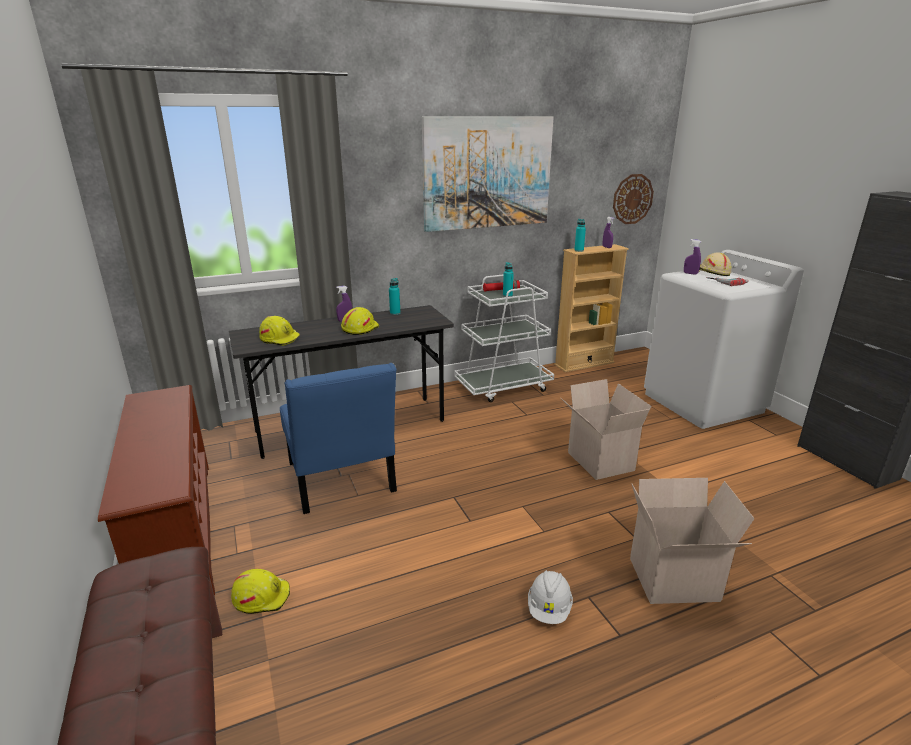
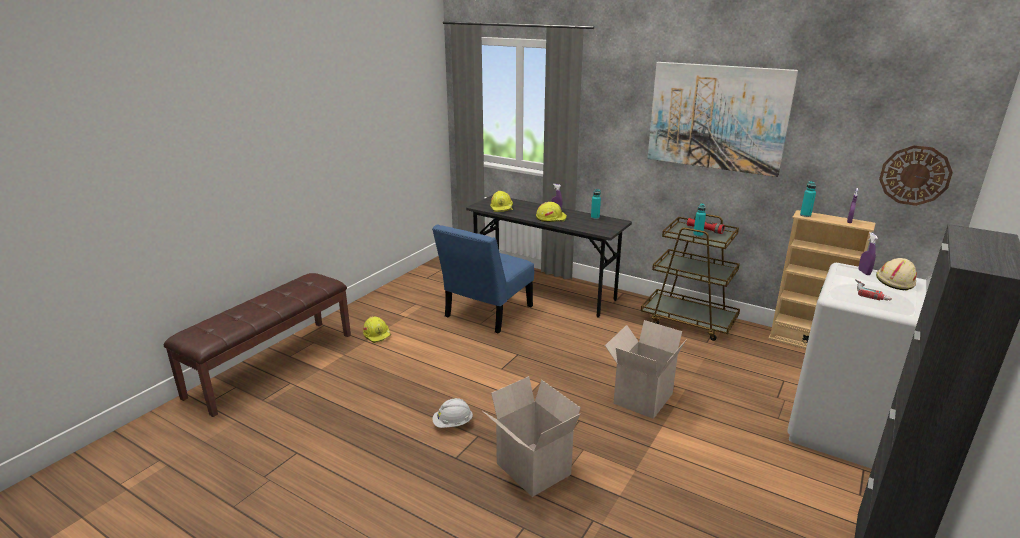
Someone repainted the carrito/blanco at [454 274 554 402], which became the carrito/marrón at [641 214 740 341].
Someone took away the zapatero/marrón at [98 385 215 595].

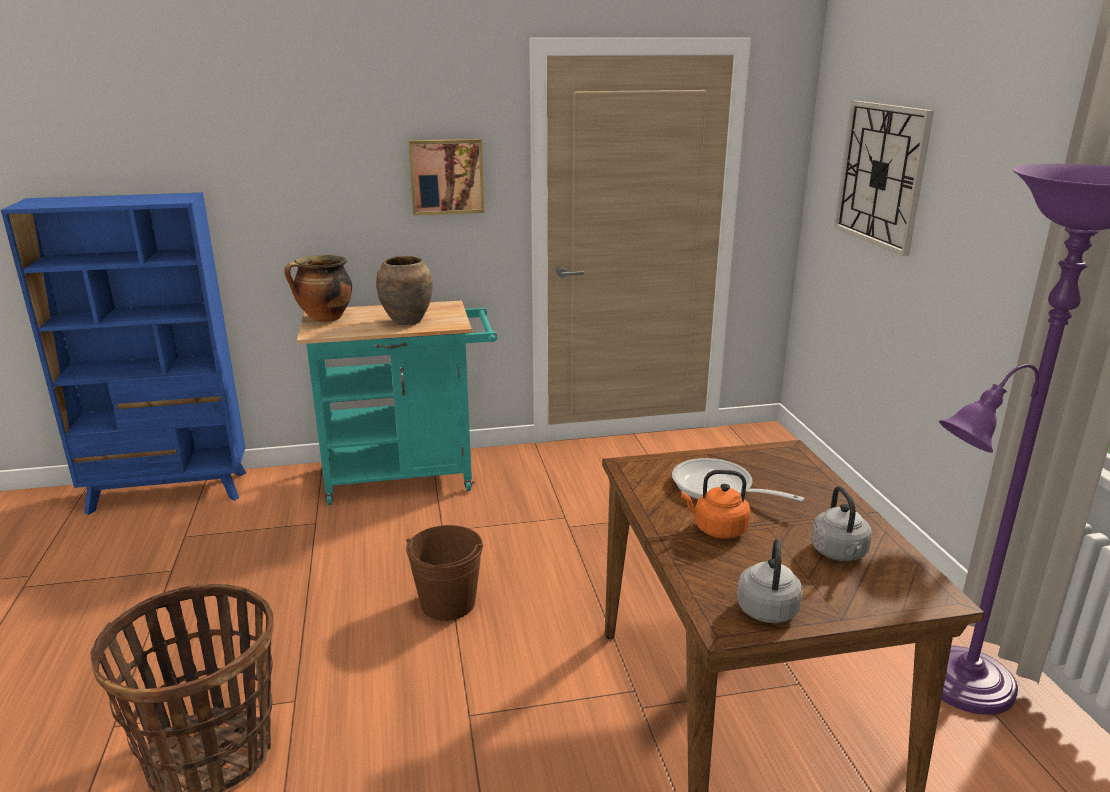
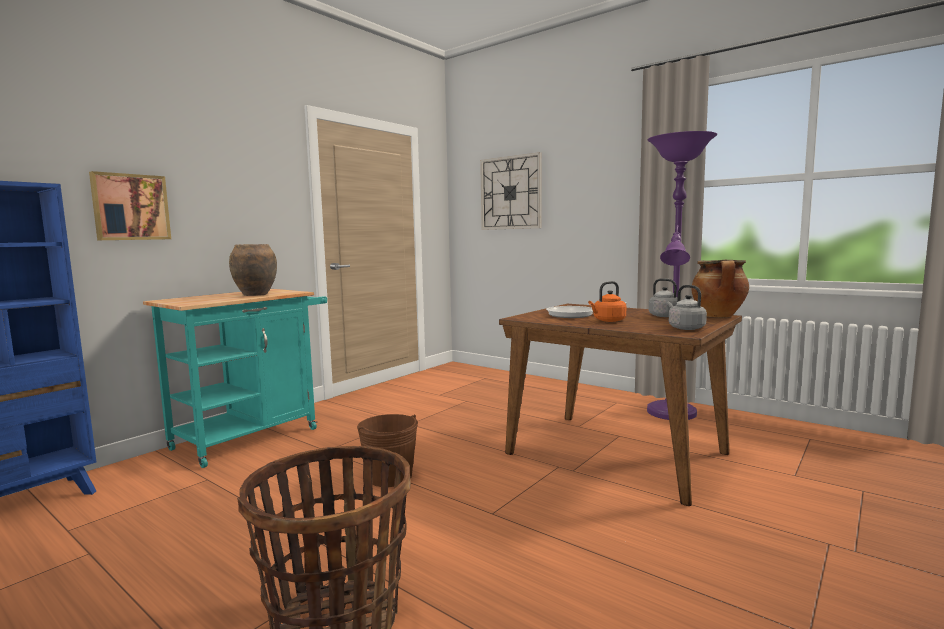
Someone carried the cuadro from [408 139 484 216] to [89 171 171 240].
Someone carried the olla from [284 255 352 322] to [691 260 749 317].

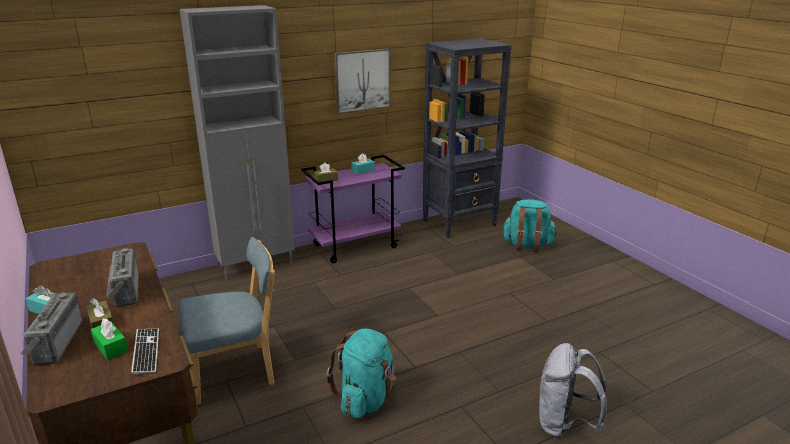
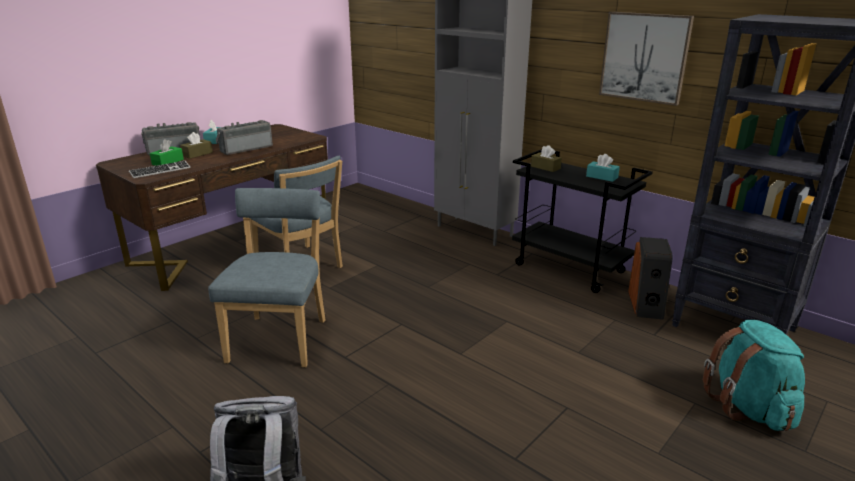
Someone swapped the mochila/turquesa at [327 329 396 418] for the silla/azul at [208 188 326 367].
Someone repainted the carrito/morado at [301 155 405 263], which became the carrito/negro at [512 149 653 293].
Someone put down the altavoz at [628 237 672 320].

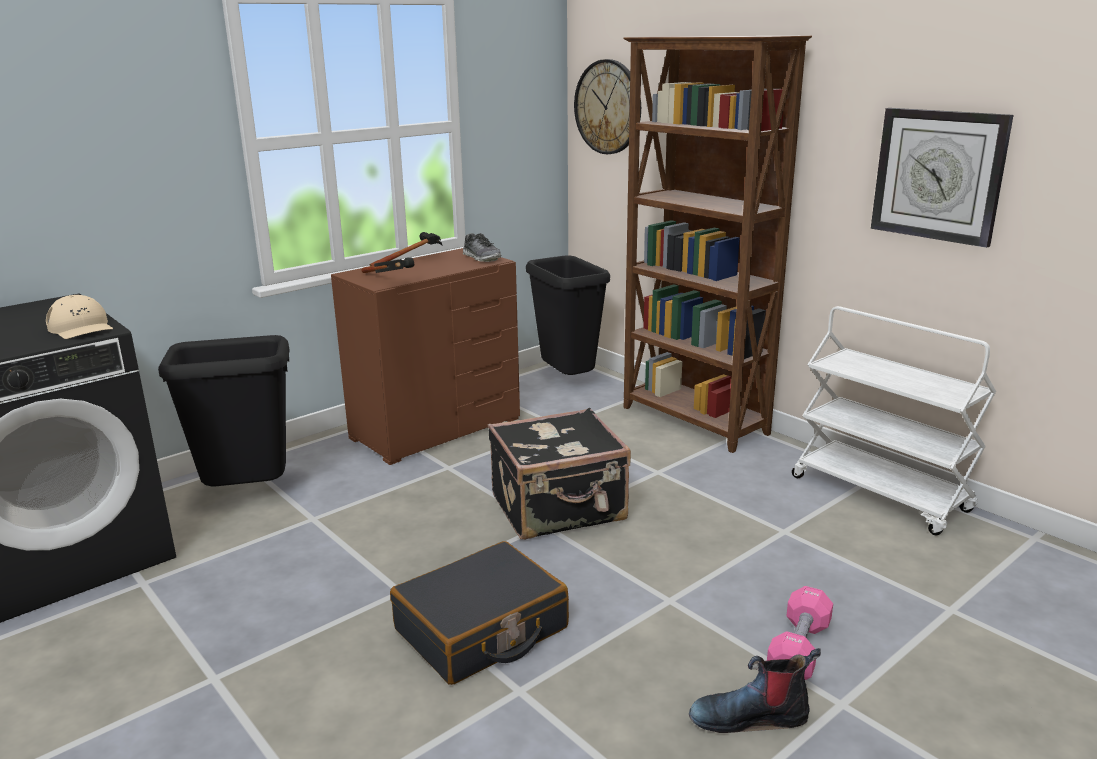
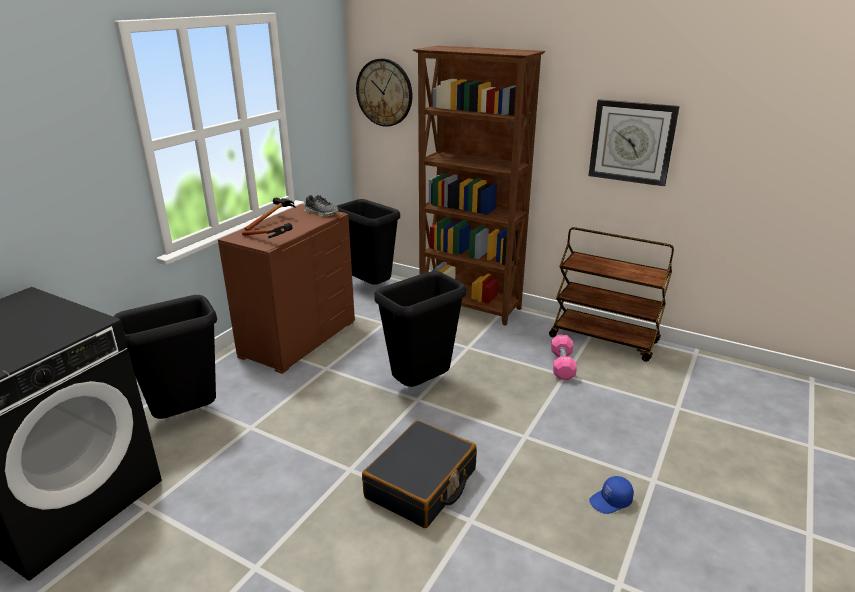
Someone swapped the maleta/negro at [488 408 631 540] for the papelera/negro at [374 271 466 387].
Someone repainted the carrito/blanco at [792 306 996 535], which became the carrito/marrón at [549 227 674 362].
Someone carried the mancuerna/rosa from [767 586 833 680] to [551 335 577 380].
Someone swapped the bota at [689 648 821 733] for the gorra/azul at [590 476 634 514].
Someone took away the gorra/beis at [46 295 113 339].

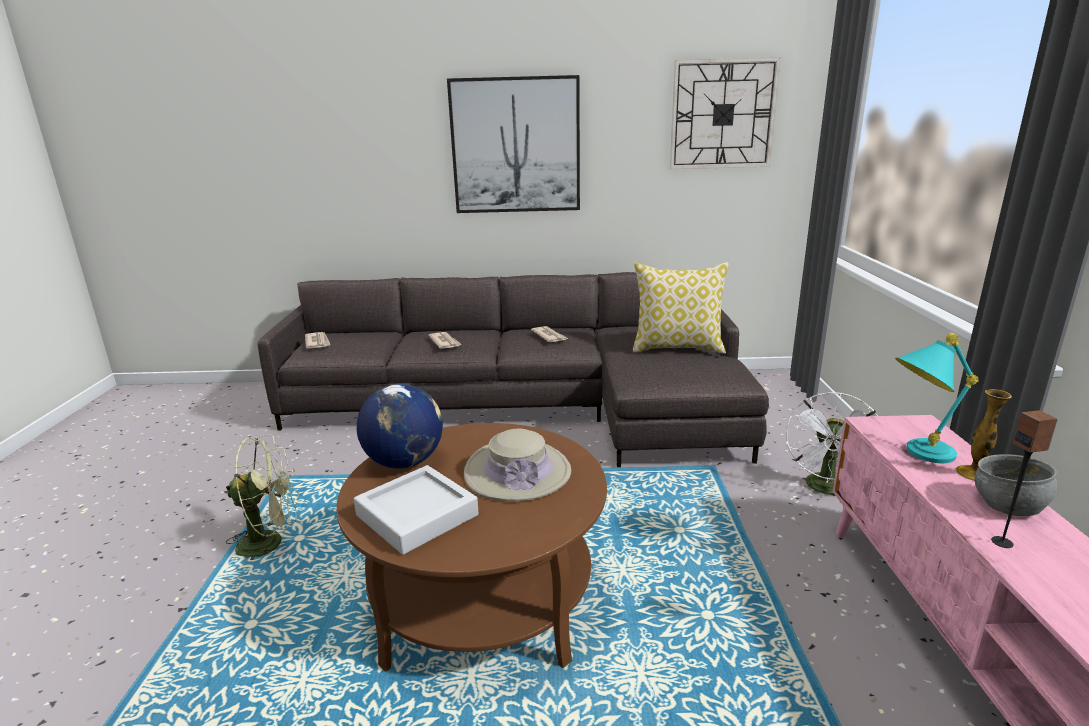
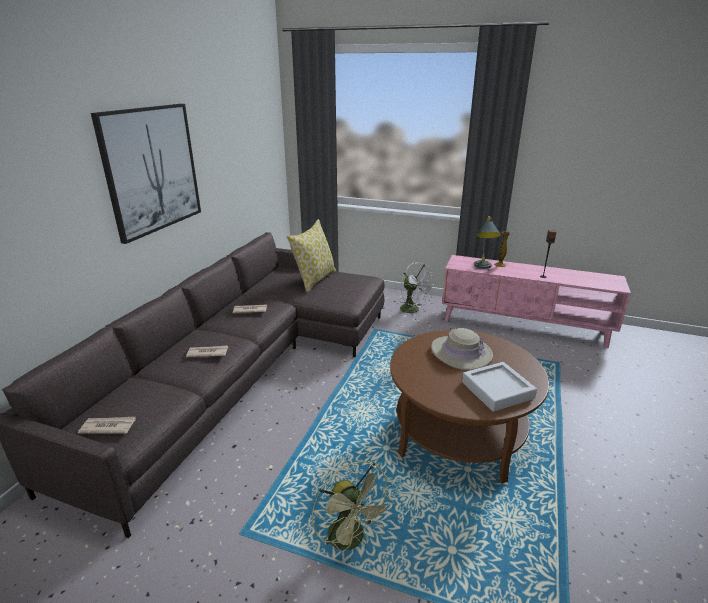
Someone rotated the ventilador/verde at [226 435 299 560] by 135 degrees clockwise.
Someone repainted the lámpara de mesa/turquesa at [895 333 979 463], which became the lámpara de mesa/gris at [474 216 501 269].
Someone took away the globo terráqueo at [357 384 443 469].
Someone took away the reloj de pared at [670 57 781 169].
Someone took away the cuenco/gris at [975 454 1058 516].

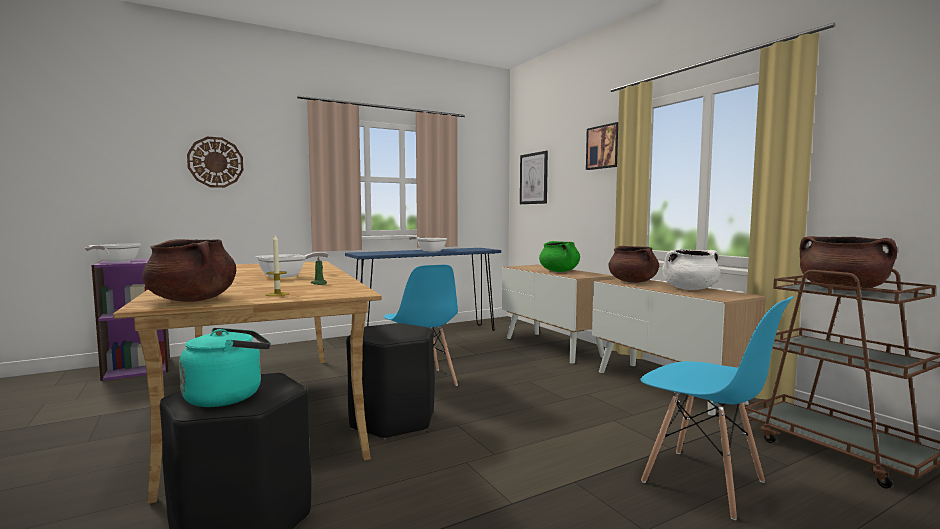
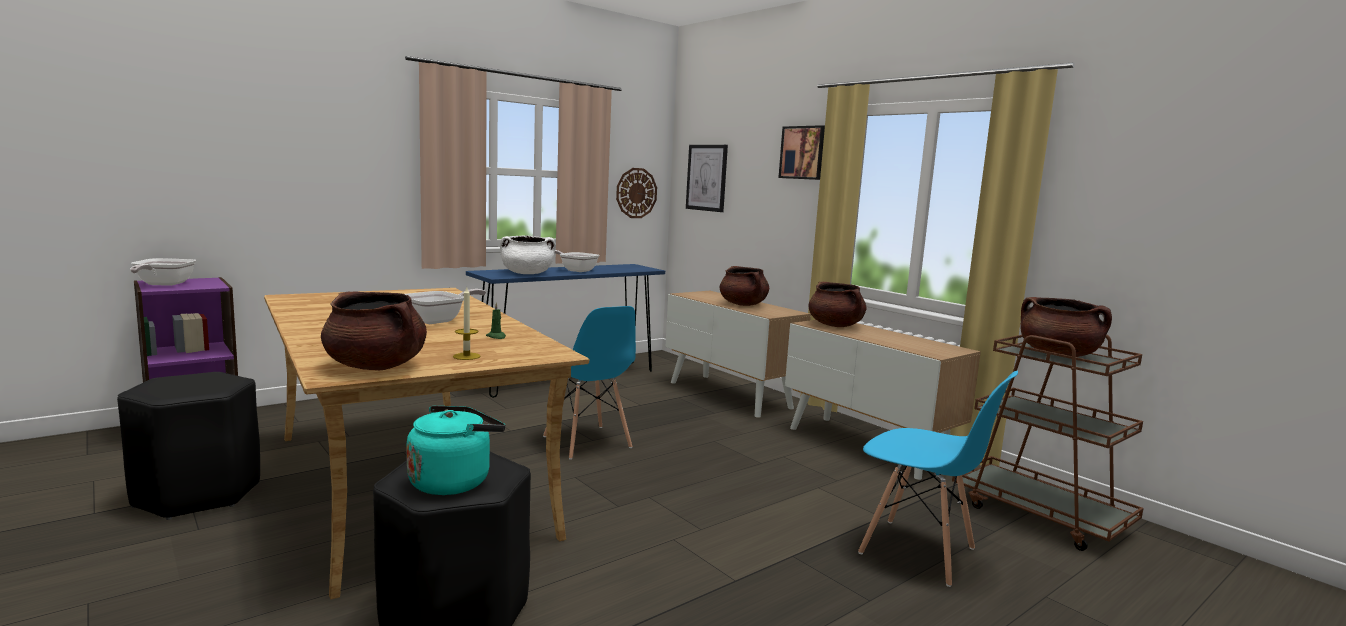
Someone carried the taburete/negro from [346 323 435 440] to [117 372 260 520].
Someone carried the olla/blanco from [662 249 721 290] to [500 236 556 274].
Someone carried the reloj de pared from [187 137 243 188] to [616 168 657 218].
Someone repainted the olla/verde at [539 241 580 272], which became the olla/marrón at [720 266 769 306].

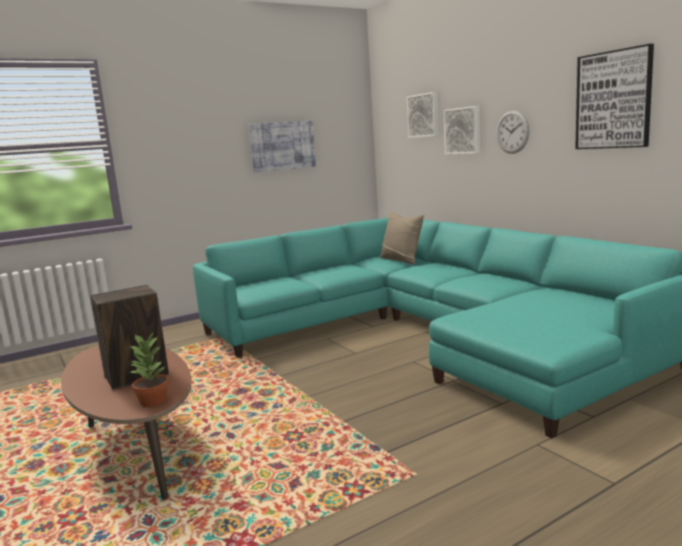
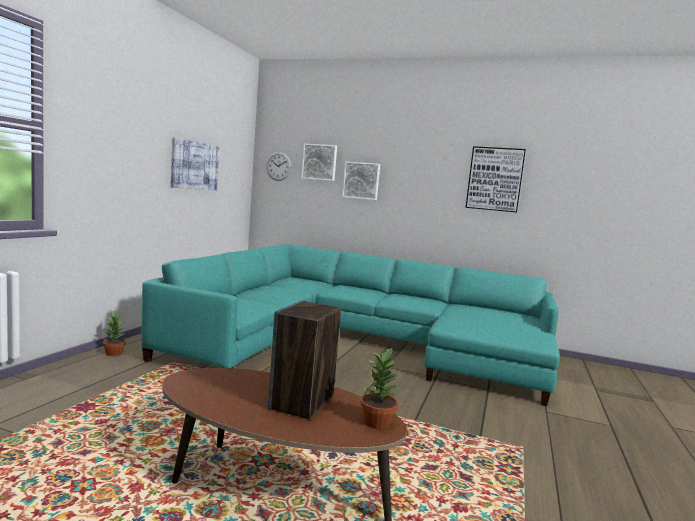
Someone put down the planta en maceta at [103 311 126 356].
Someone carried the reloj de pared from [496 110 530 154] to [266 152 292 181].
Someone took away the cojín/beis at [380 212 424 264].

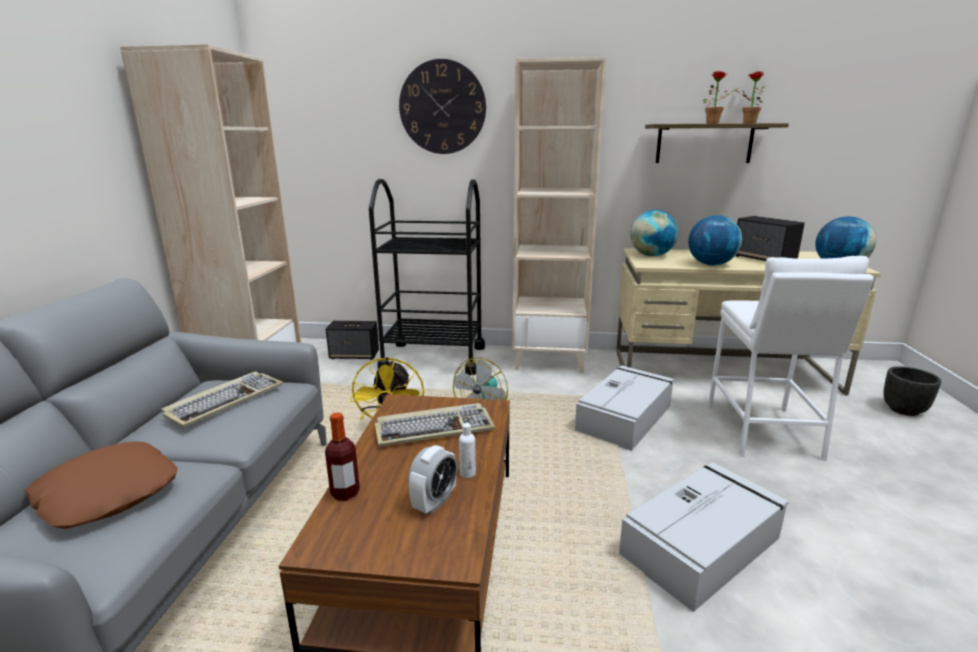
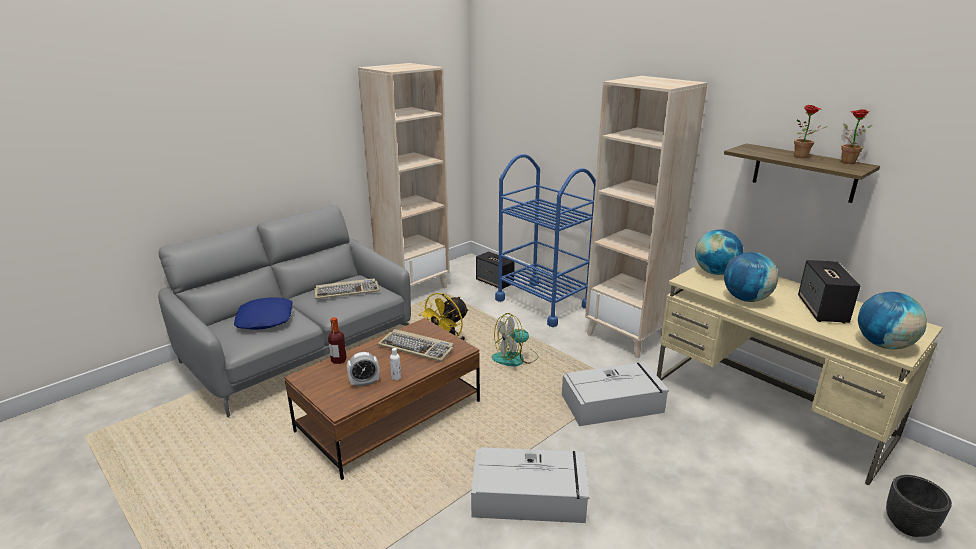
Someone repainted the cojín/marrón at [25 442 178 529], which became the cojín/azul at [234 297 292 330].
Someone repainted the carrito/negro at [369 179 485 375], which became the carrito/azul at [495 154 596 327].
Someone took away the reloj de pared at [399 59 486 154].
Someone took away the taburete/blanco at [708 256 874 461].

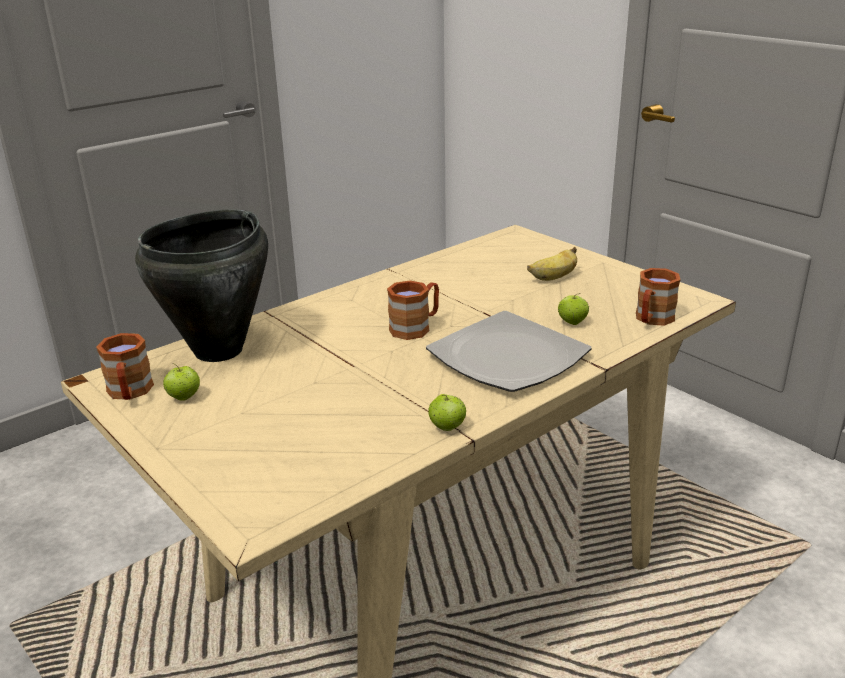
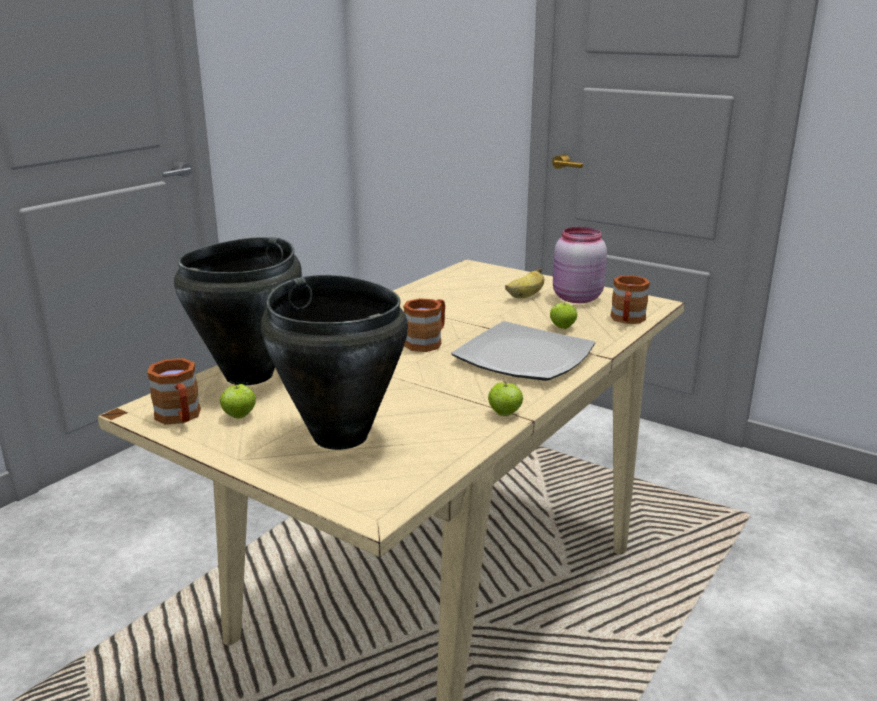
Someone put down the olla/negro at [261 275 408 450].
Someone put down the tarro/rosa at [553 227 607 303].

